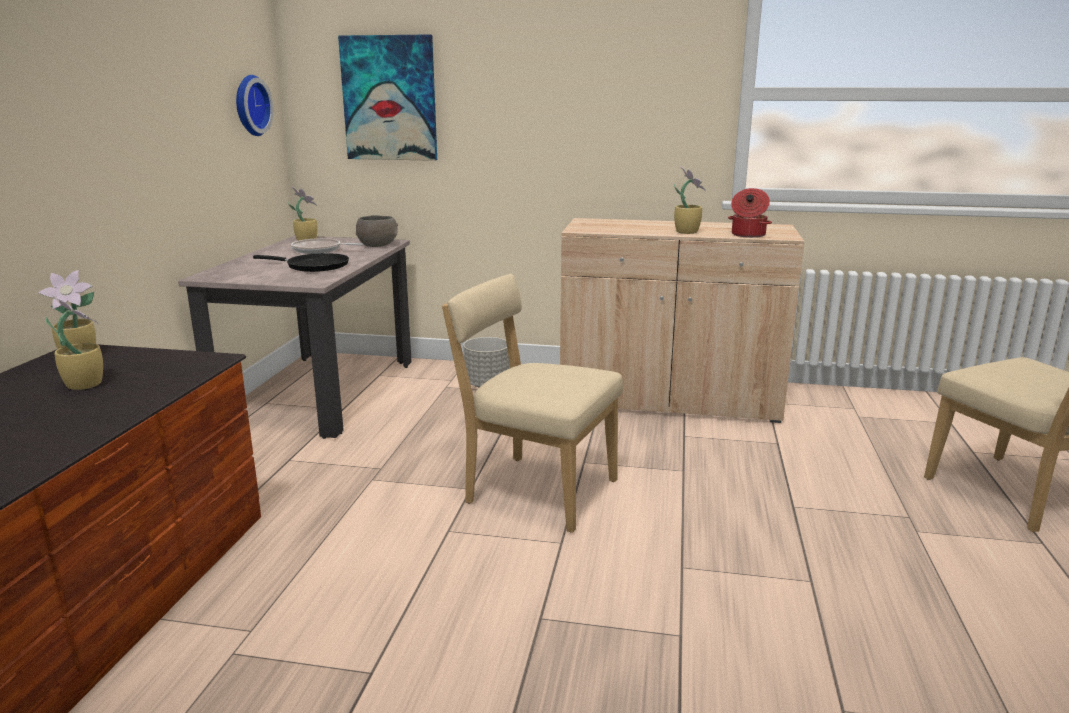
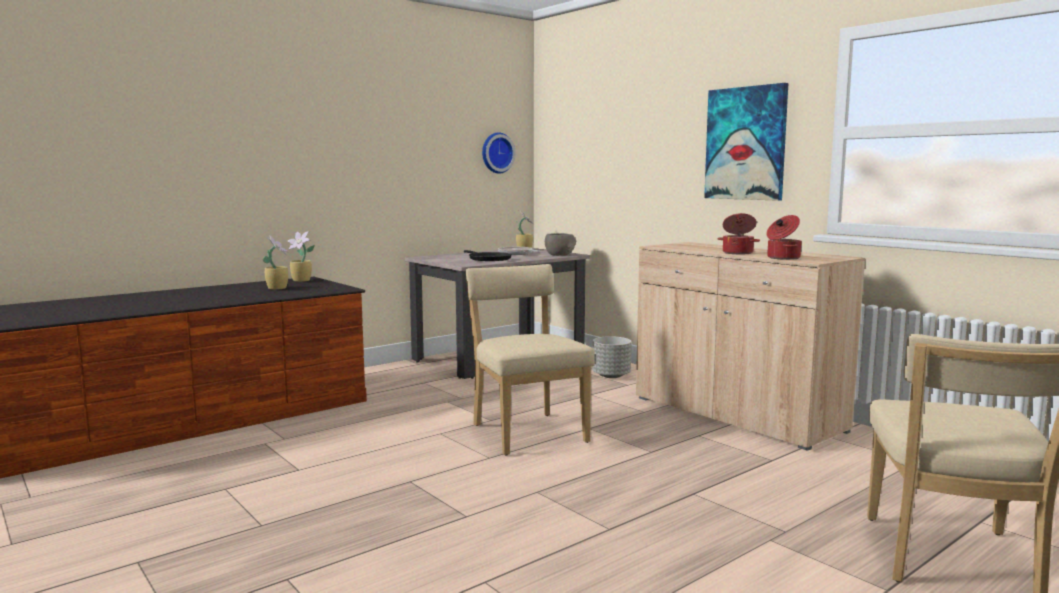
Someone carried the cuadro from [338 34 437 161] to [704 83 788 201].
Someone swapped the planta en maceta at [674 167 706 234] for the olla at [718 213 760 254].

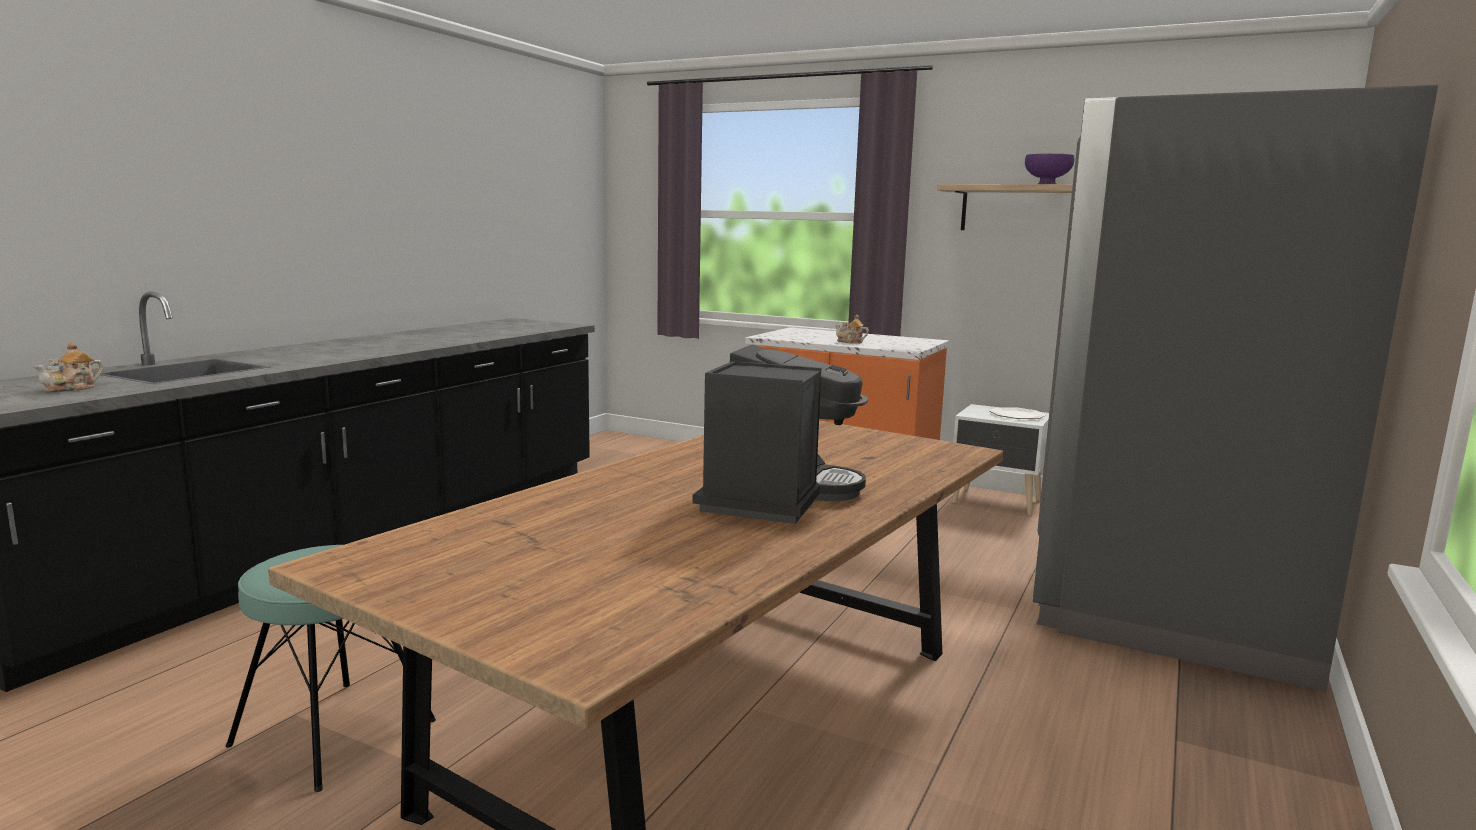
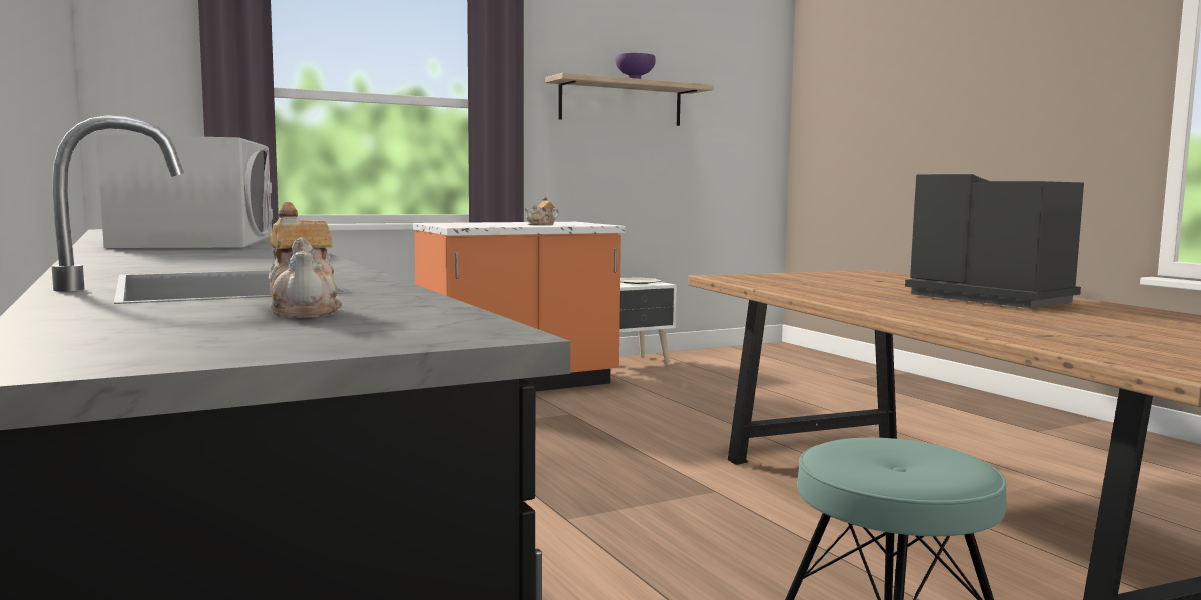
Someone put down the microondas/blanco at [97 134 273 248].
Someone took away the nevera/gris at [1033 85 1438 691].

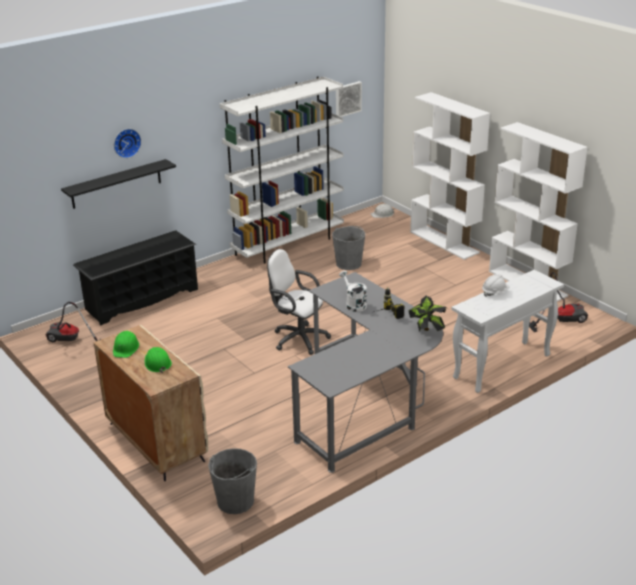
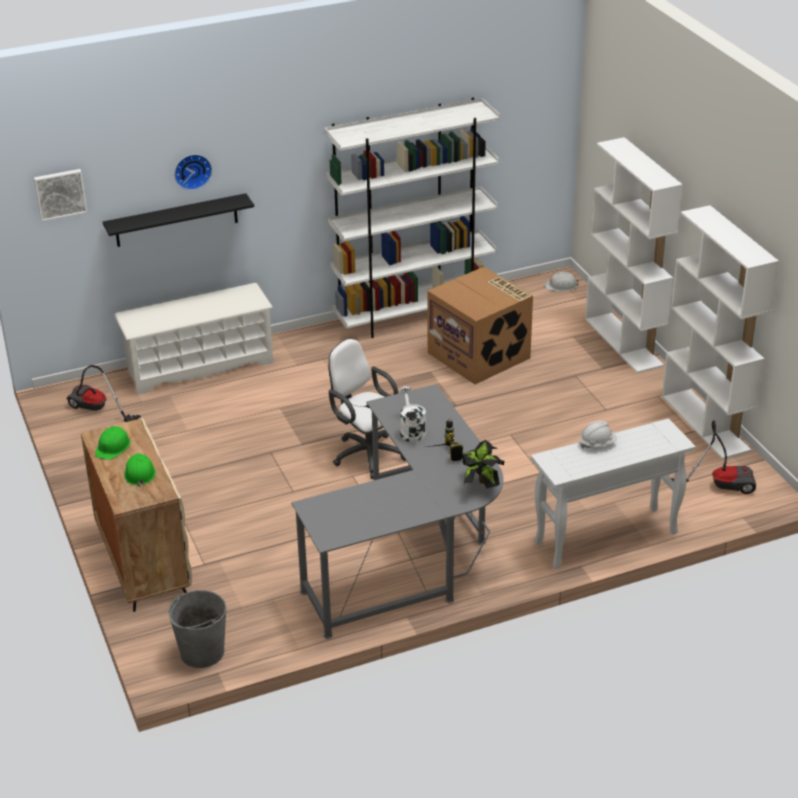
Someone carried the cuadro from [336 81 362 117] to [34 169 87 222].
Someone repainted the zapatero/negro at [73 230 198 326], which became the zapatero/blanco at [114 283 273 395].
Someone swapped the cubo/gris at [332 226 365 270] for the caja de cartón at [427 267 533 384].

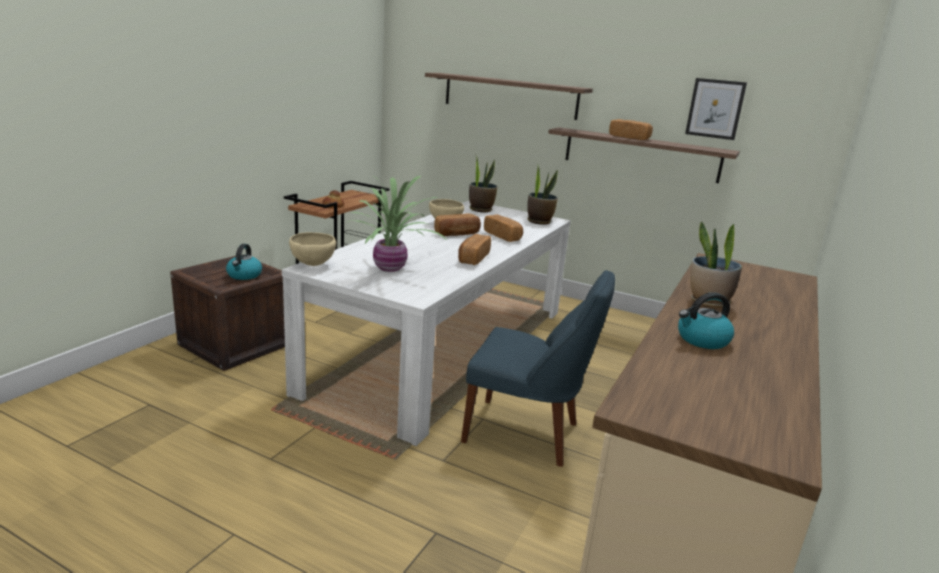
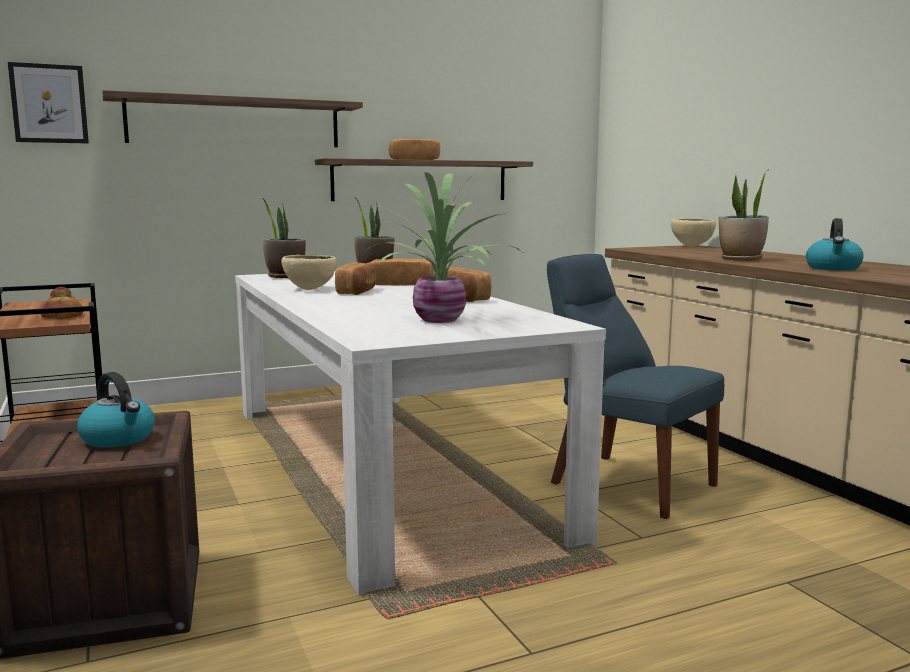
Someone carried the cuadro from [685 78 747 140] to [8 62 89 144].
Someone rotated the silla/azul at [461 270 615 467] by 105 degrees counterclockwise.
Someone carried the cuenco/beis from [289 232 336 266] to [671 218 716 246].

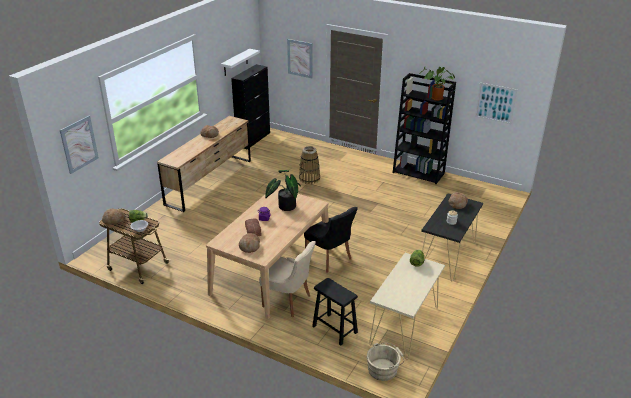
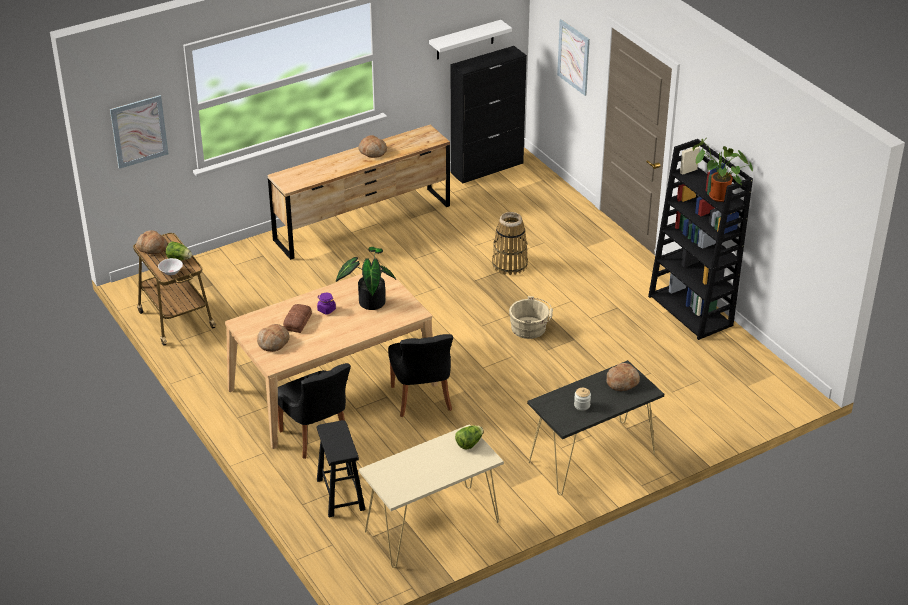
Someone repainted the silla/beis at [259 241 316 317], which became the silla/negro at [278 363 351 459].
Someone carried the cubo/beis from [367 343 404 381] to [509 296 553 339].
Someone took away the cuadro at [475 83 517 124].

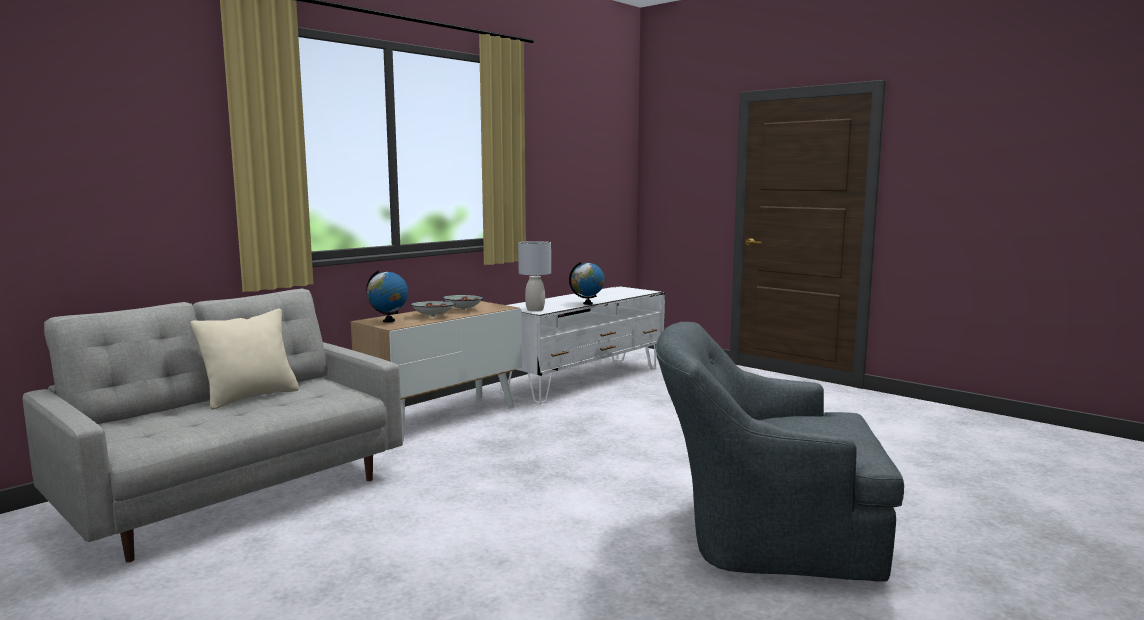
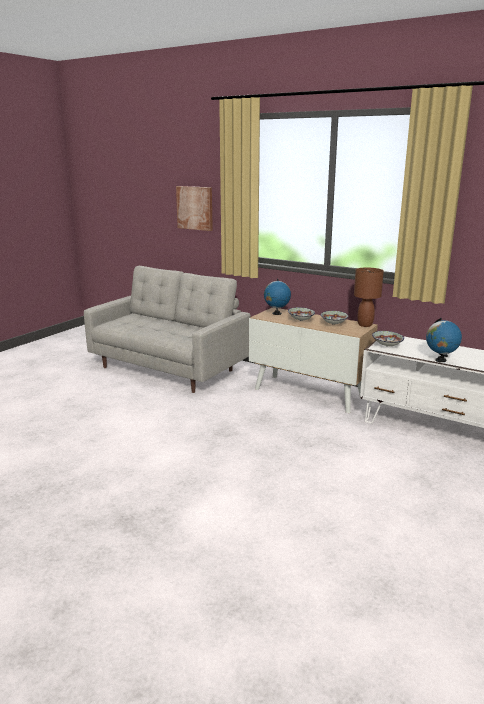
Someone put up the cuadro at [176 186 213 231].
Someone put down the lámpara de mesa/marrón at [354 268 384 327].
Someone swapped the lámpara de mesa/gris at [518 241 551 311] for the cuenco at [372 331 404 346].
Someone took away the cojín/beis at [191 309 299 410].
Someone took away the sillón/gris at [656 322 904 581].

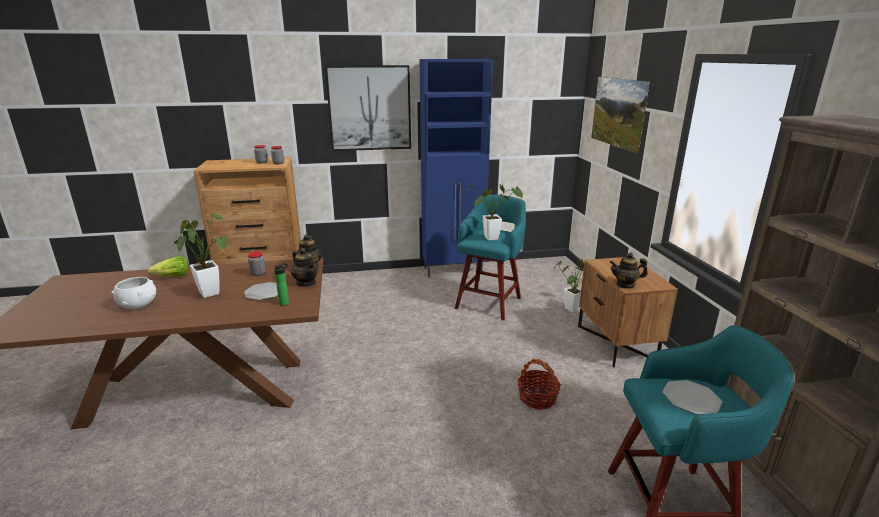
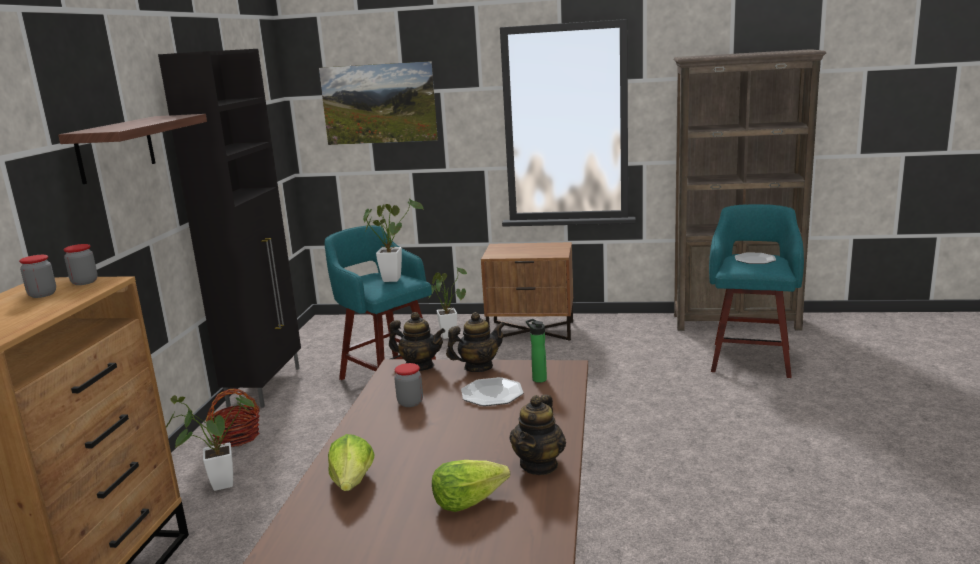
Someone swapped the cuadro at [325 65 411 151] for the estante at [58 114 207 184].
Someone repainted the armario/azul at [420 59 493 277], which became the armario/negro at [158 49 301 408].
Someone carried the planta en maceta from [174 211 228 298] to [166 395 254 491].
Someone carried the cesta from [517 359 561 410] to [206 389 260 447].
Someone swapped the cuenco/blanco at [111 277 156 309] for the lechuga at [432 460 510 512].
Someone carried the tetera from [610 253 648 289] to [509 394 566 475].

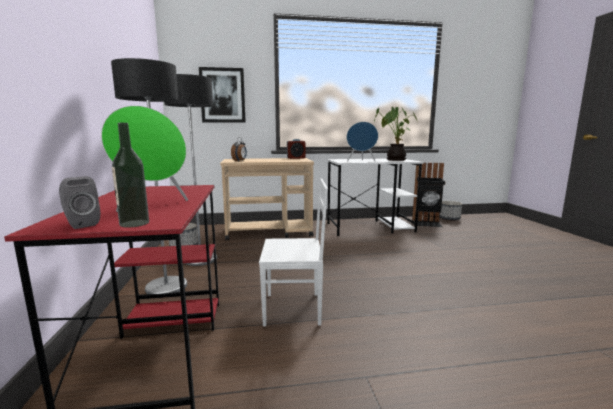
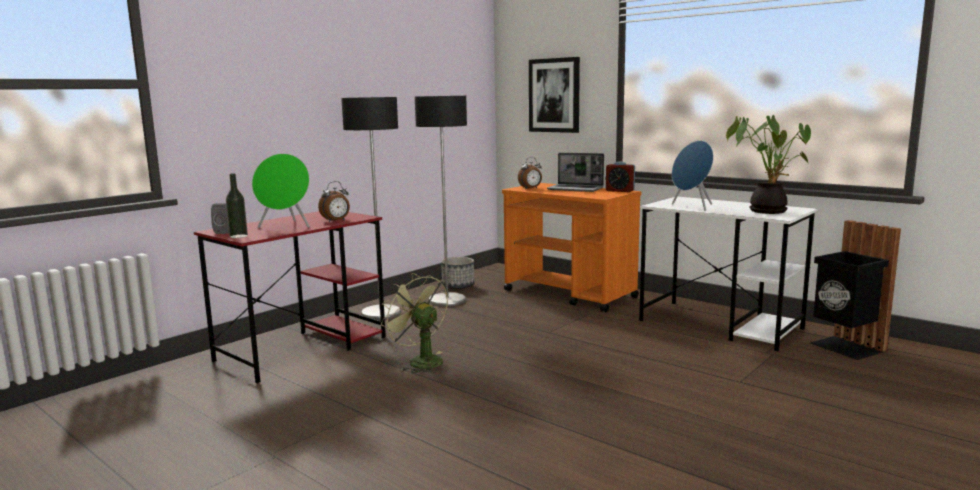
Someone put down the despertador at [318 181 350 222].
Someone swapped the silla/blanco at [259 179 328 327] for the ventilador/verde at [381 273 448 373].
Someone repainted the carrito/beis at [220 158 314 241], which became the carrito/naranja at [502 183 641 312].
Someone put down the portátil at [547 153 604 192].
Someone took away the maceta at [439 201 462 221].

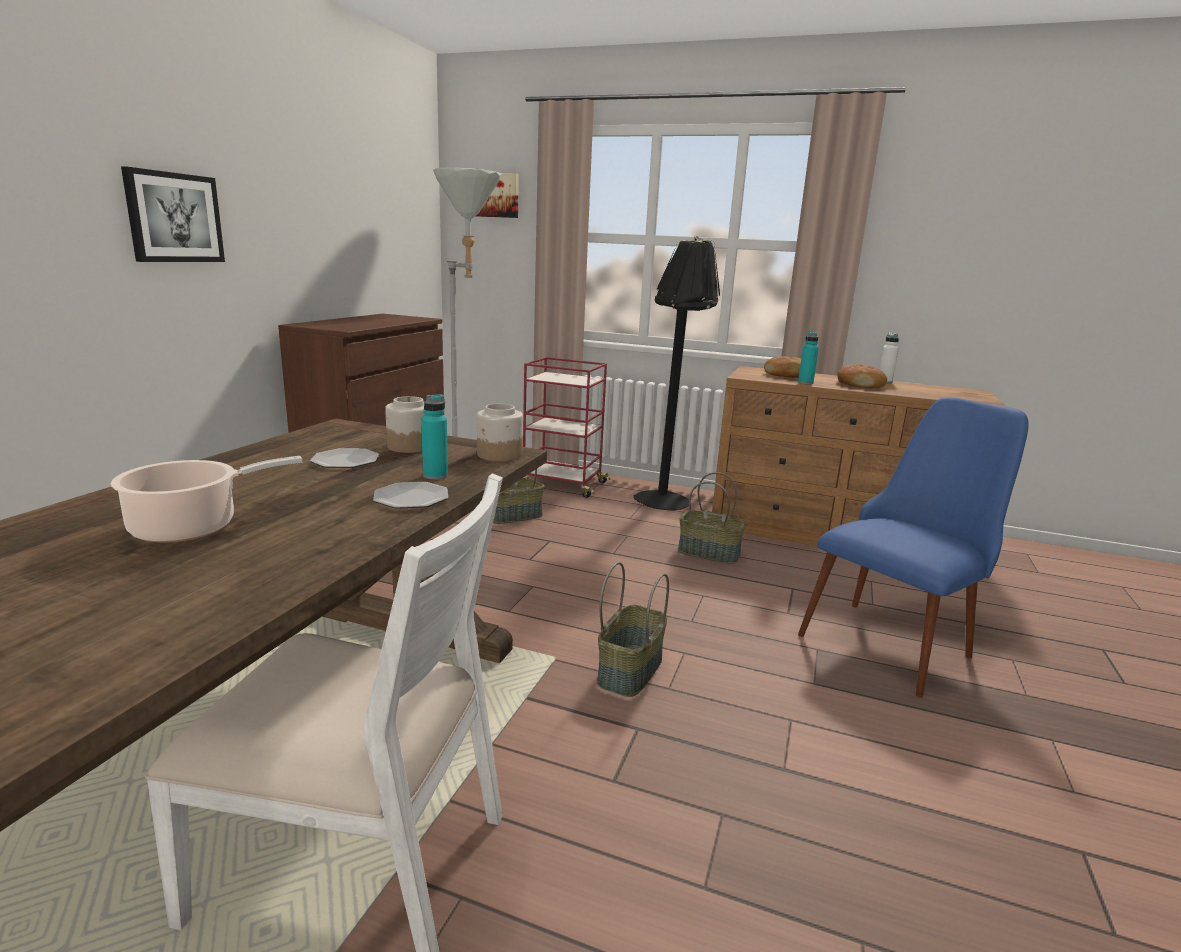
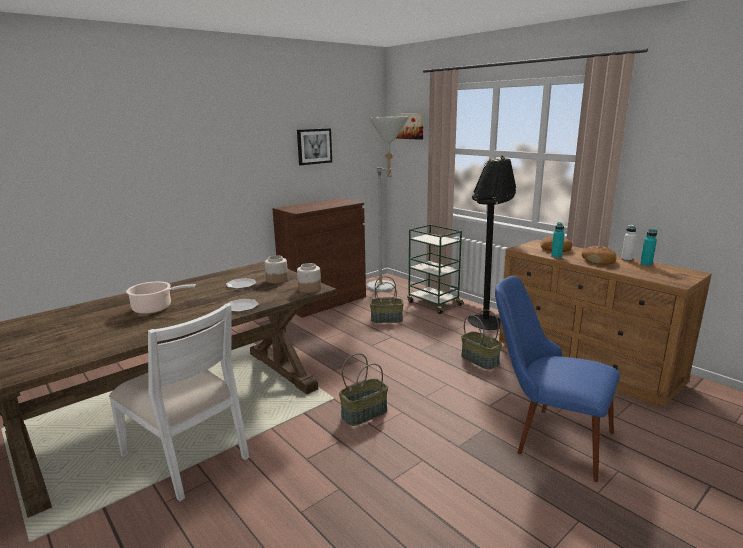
Someone carried the cuadro from [121 166 225 262] to [297 128 332 165].
Someone repainted the carrito/rojo at [522 357 610 498], which became the carrito/verde at [407 224 464 314].
Someone rotated the silla/azul at [798 397 1029 698] by 135 degrees counterclockwise.
Someone carried the botella/turquesa from [421 394 448 480] to [640 229 657 266].

